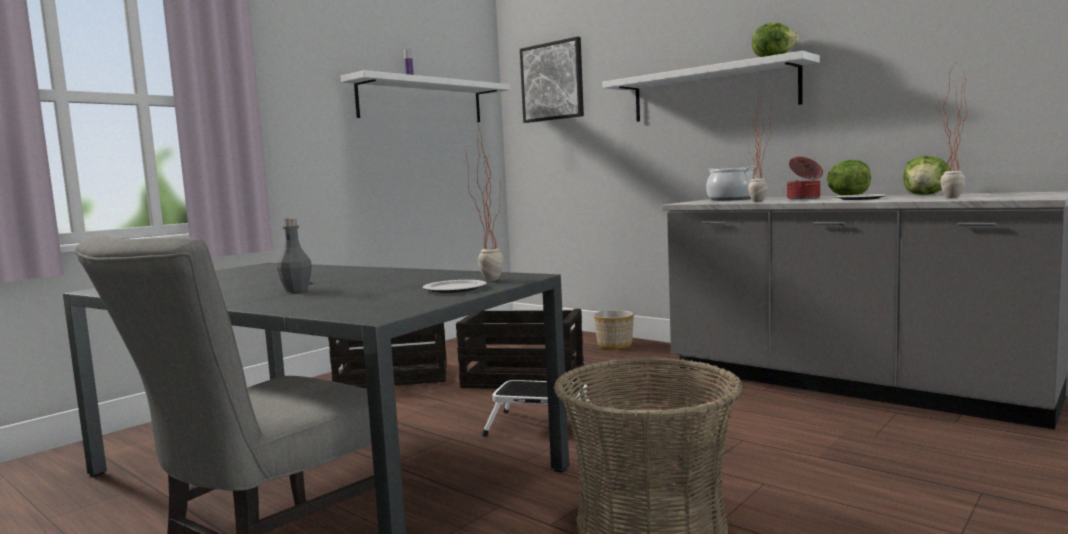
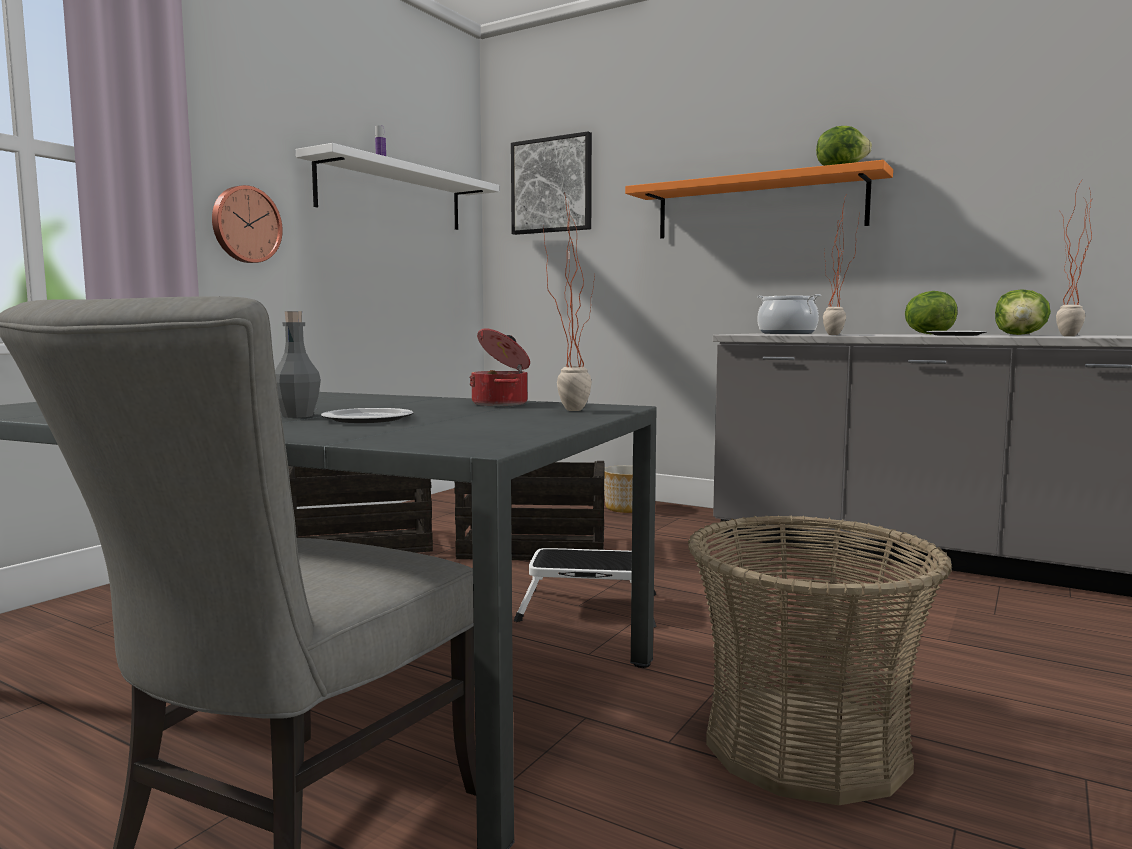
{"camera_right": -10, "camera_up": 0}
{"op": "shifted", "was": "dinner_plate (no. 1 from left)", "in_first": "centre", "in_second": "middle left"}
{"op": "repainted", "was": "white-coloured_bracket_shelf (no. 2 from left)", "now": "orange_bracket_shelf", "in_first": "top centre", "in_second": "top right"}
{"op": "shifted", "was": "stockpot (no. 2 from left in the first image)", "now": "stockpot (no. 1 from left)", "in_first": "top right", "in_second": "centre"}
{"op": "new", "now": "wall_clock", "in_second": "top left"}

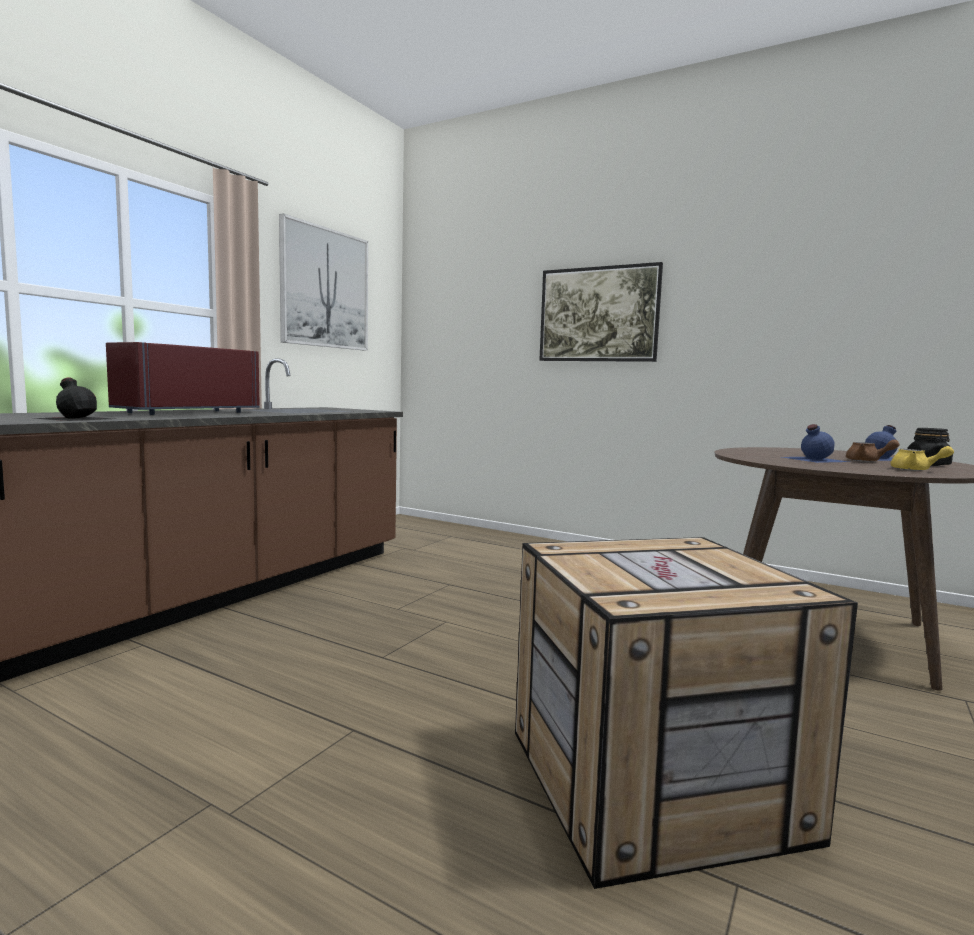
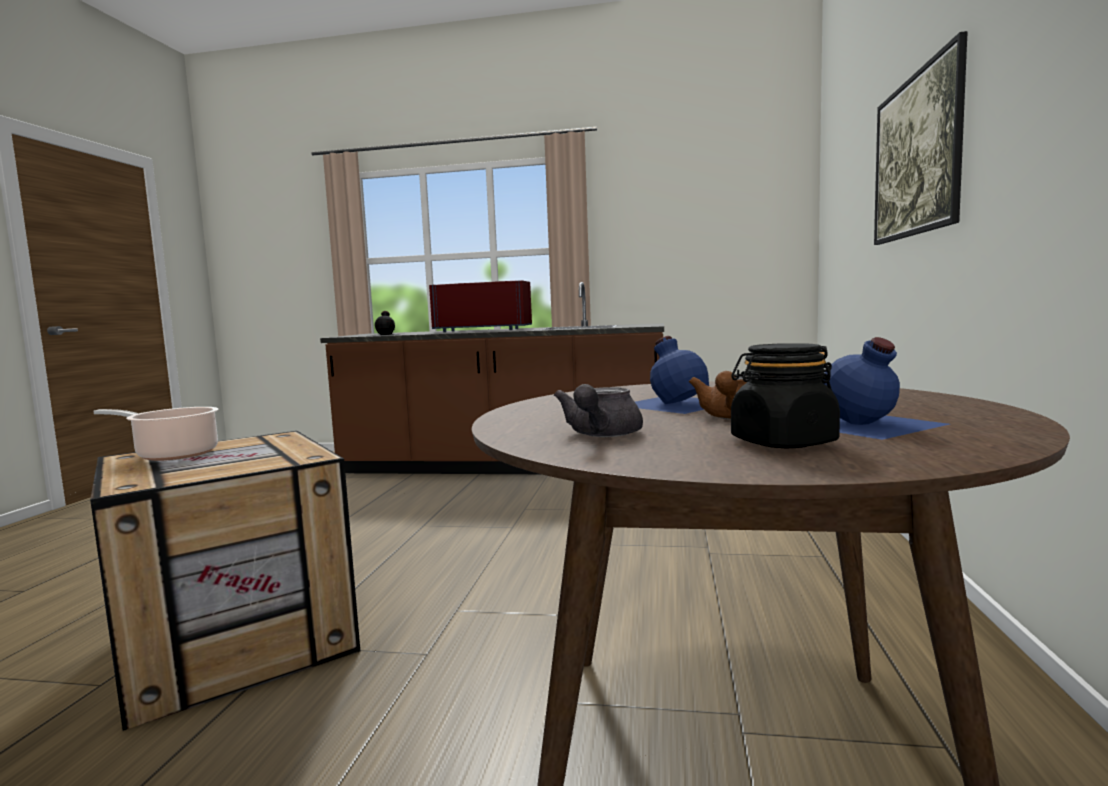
{"camera_right": 70, "camera_up": 0}
{"op": "gone", "was": "wall_art (no. 1 from left)", "in_first": "top left"}
{"op": "repainted", "was": "yellowish_tea_pot", "now": "grey_tea_pot", "in_first": "middle right", "in_second": "centre"}
{"op": "new", "now": "stockpot", "in_second": "middle left"}

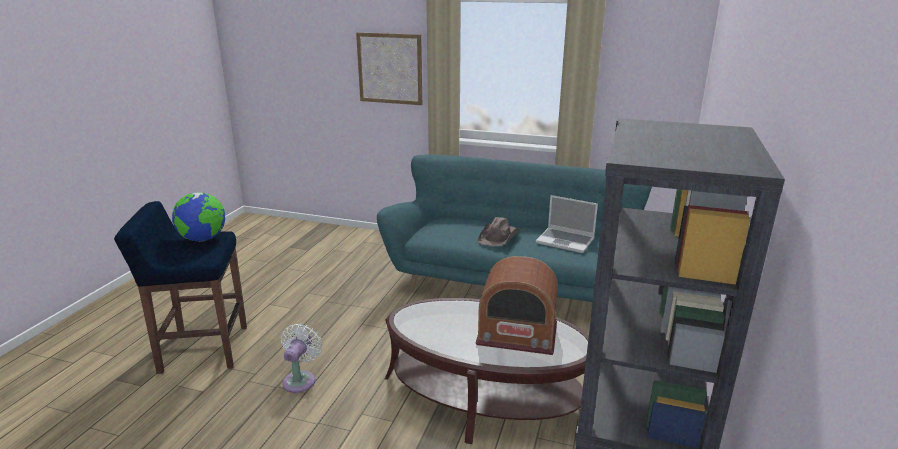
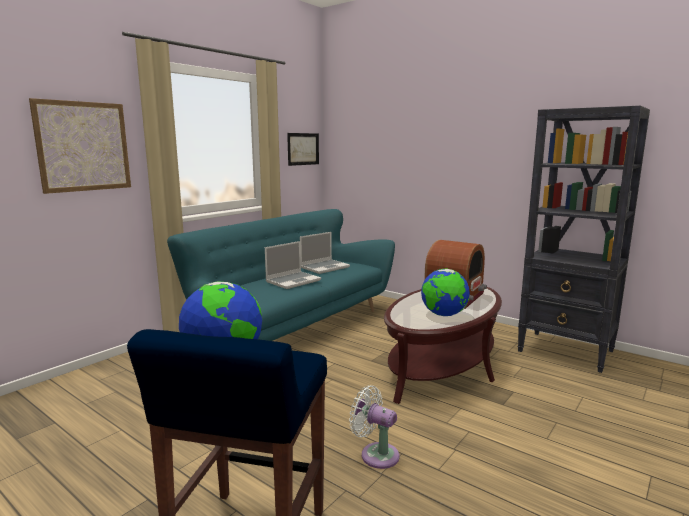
{"camera_right": -70, "camera_up": -10}
{"op": "swapped", "was": "brownish_hat", "now": "portable_computer (no. 1 from left)", "in_first": "centre", "in_second": "centre"}
{"op": "new", "now": "wall_art (no. 2 from left)", "in_second": "top centre"}
{"op": "new", "now": "world_globe (no. 2 from left)", "in_second": "centre"}

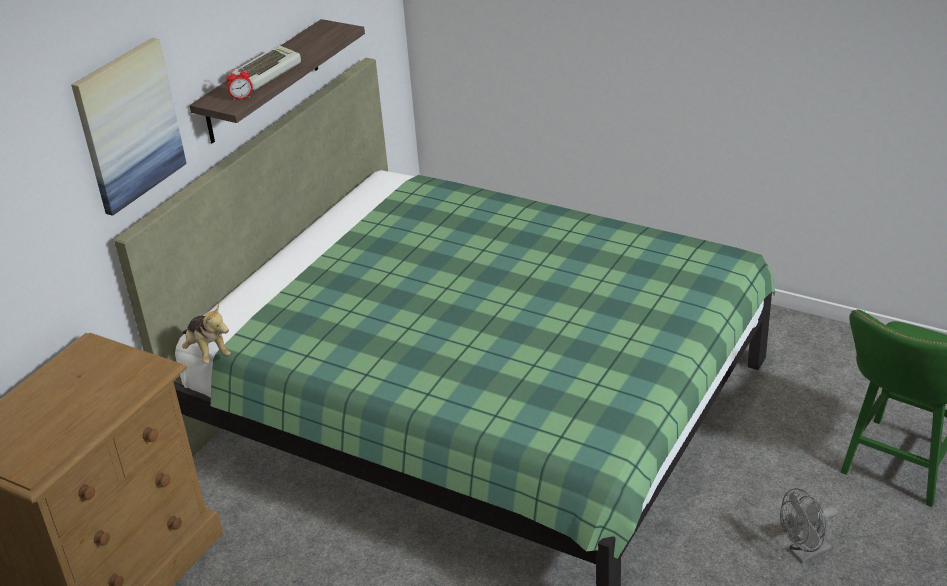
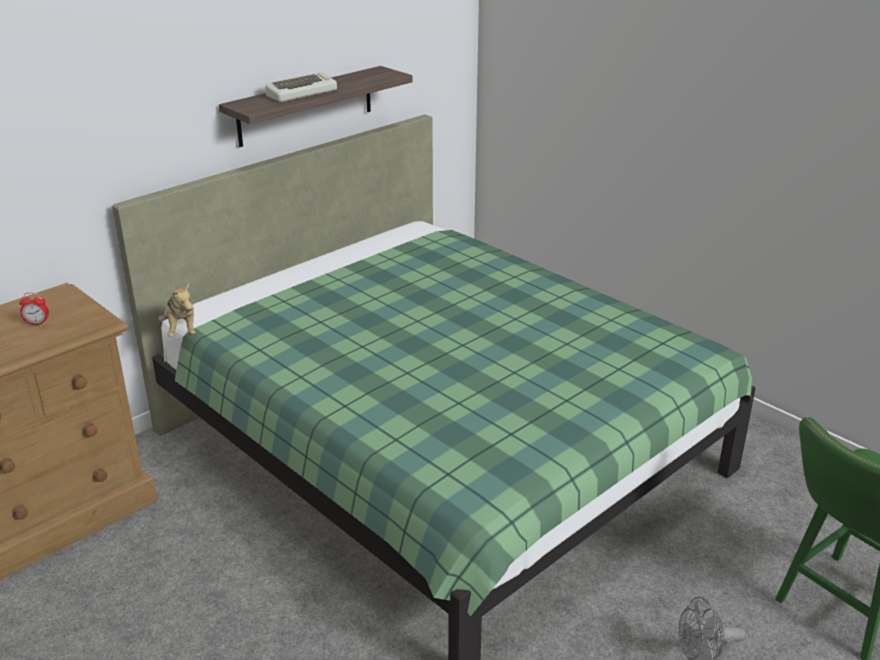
{"camera_right": 15, "camera_up": -5}
{"op": "gone", "was": "wall_art", "in_first": "top left"}
{"op": "shifted", "was": "table_clock", "in_first": "top left", "in_second": "middle left"}

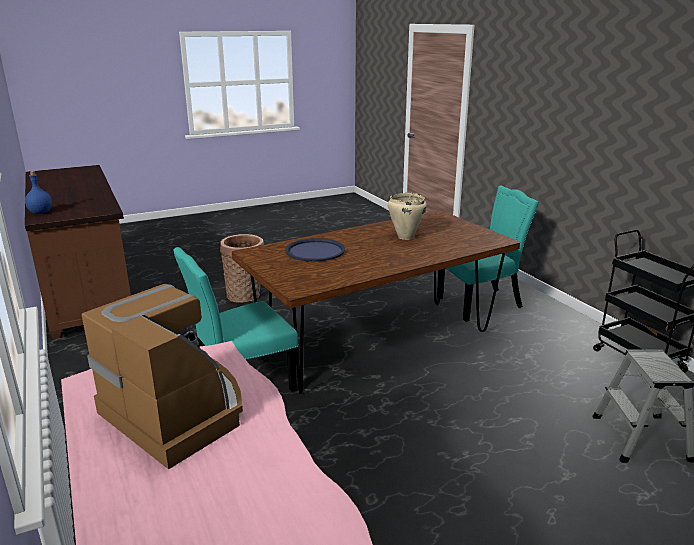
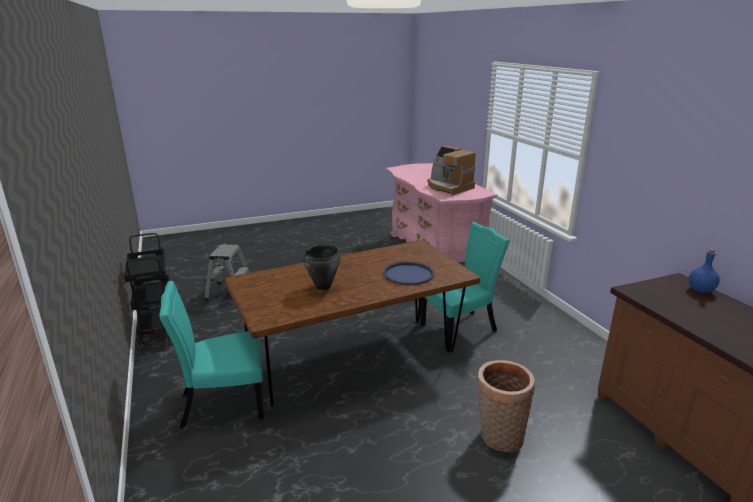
{"camera_right": -175, "camera_up": 0}
{"op": "repainted", "was": "sand-coloured_stockpot", "now": "black-coloured_stockpot", "in_first": "centre", "in_second": "centre"}

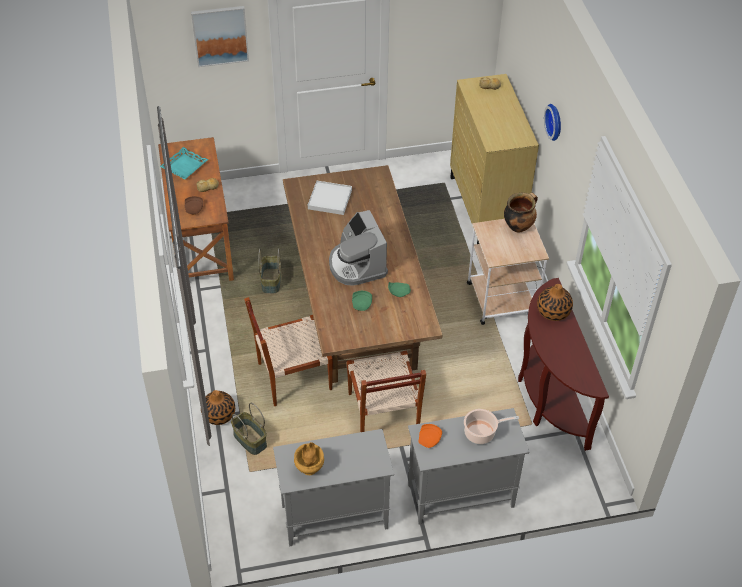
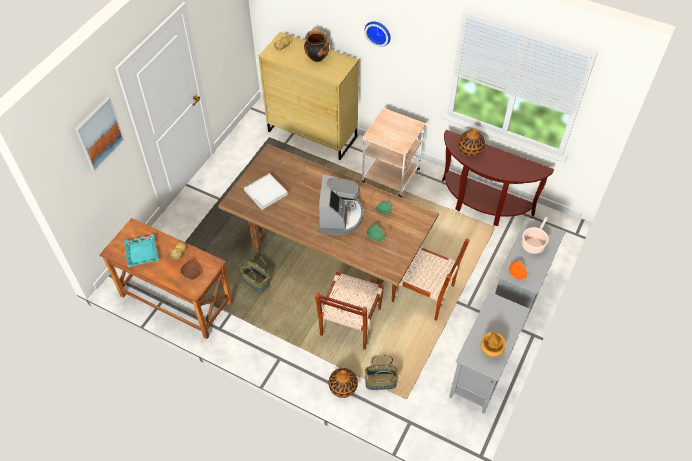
{"camera_right": -50, "camera_up": 5}
{"op": "rotated", "was": "coffee_brewer", "in_first": "centre", "in_second": "centre", "clockwise": -105}
{"op": "shifted", "was": "stockpot (no. 2 from left in the first image)", "now": "stockpot (no. 1 from left)", "in_first": "middle right", "in_second": "top centre"}

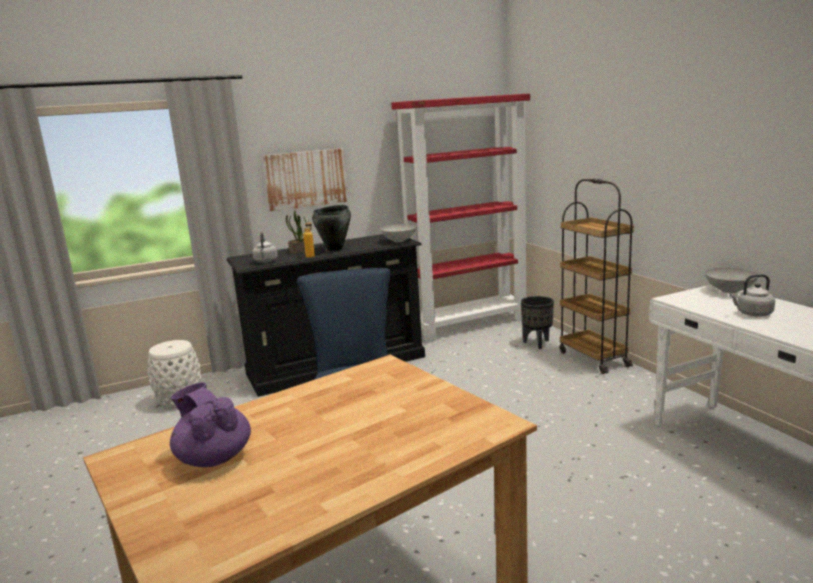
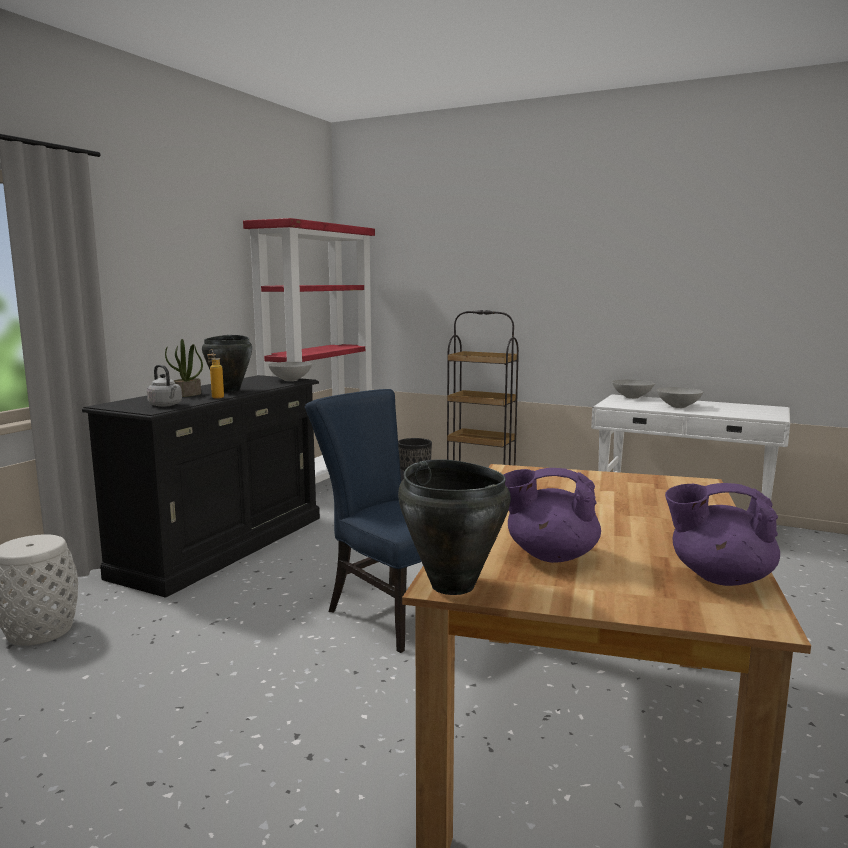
{"camera_right": -40, "camera_up": -5}
{"op": "gone", "was": "wall_art", "in_first": "top centre"}
{"op": "swapped", "was": "grey_water_kettle (no. 2 from left)", "now": "grey_serving_bowl (no. 3 from left)", "in_first": "middle right", "in_second": "middle right"}
{"op": "new", "now": "black-coloured_stockpot (no. 2 from left)", "in_second": "centre"}
{"op": "new", "now": "purple_tea_pot (no. 2 from left)", "in_second": "middle right"}

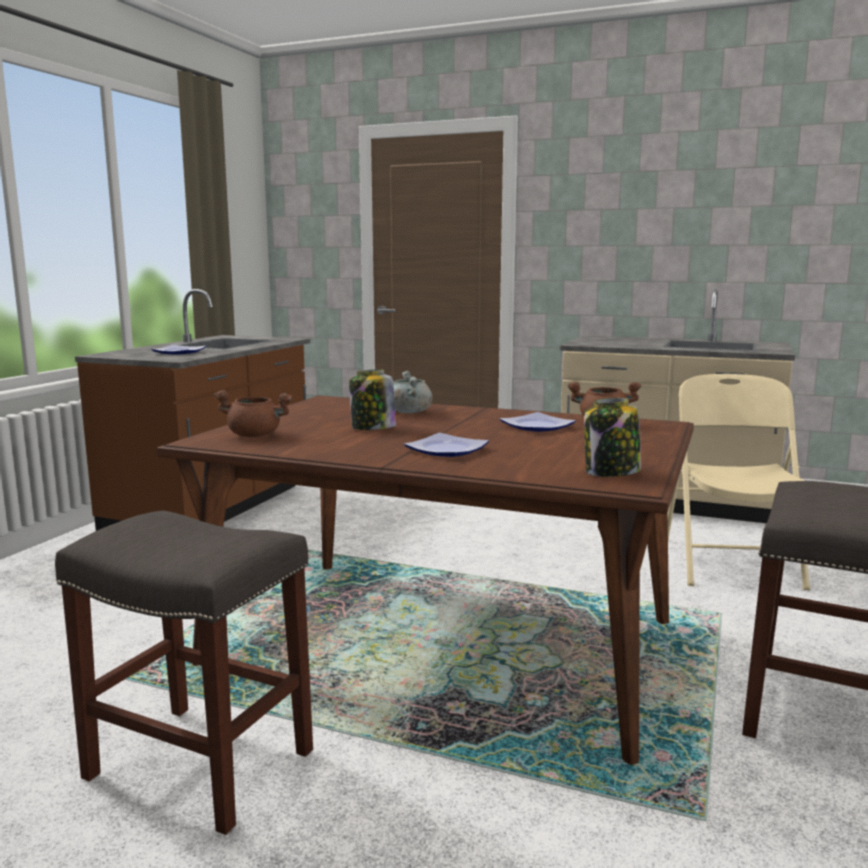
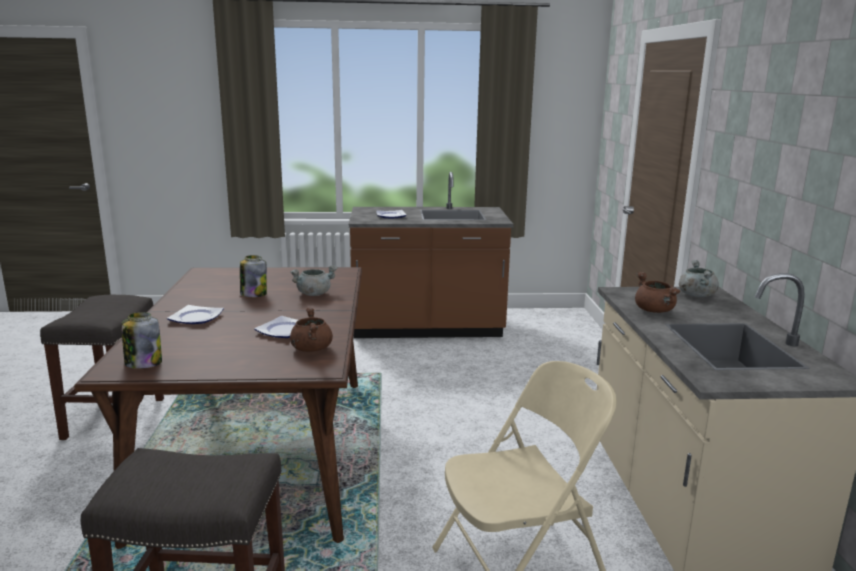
{"camera_right": 65, "camera_up": 5}
{"op": "shifted", "was": "brownish_stockpot (no. 1 from left in the first image)", "now": "brownish_stockpot (no. 2 from left)", "in_first": "middle left", "in_second": "middle right"}
{"op": "new", "now": "grey_stockpot (no. 2 from left)", "in_second": "middle right"}

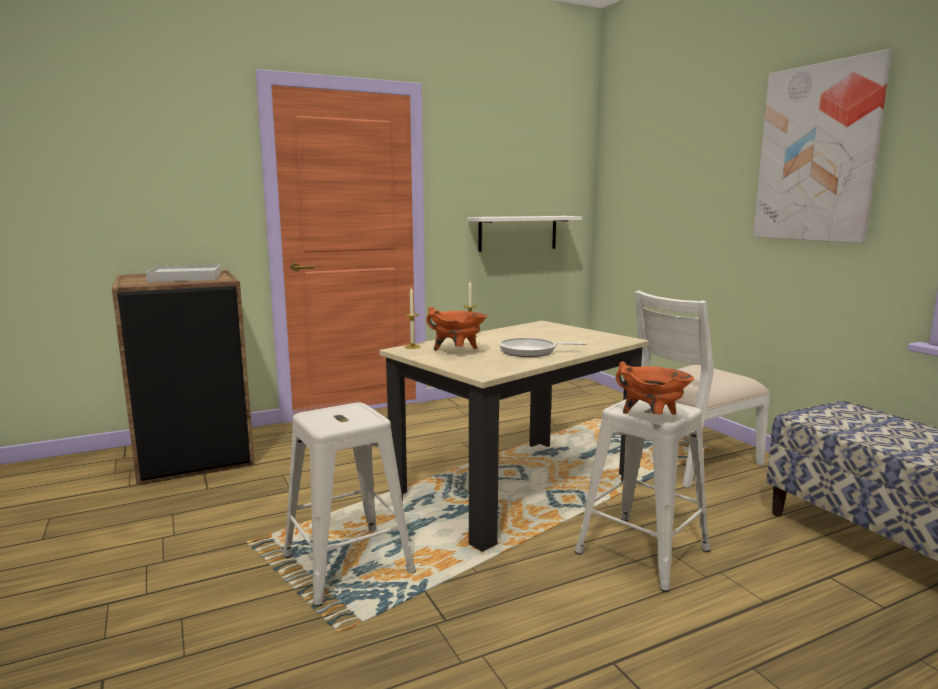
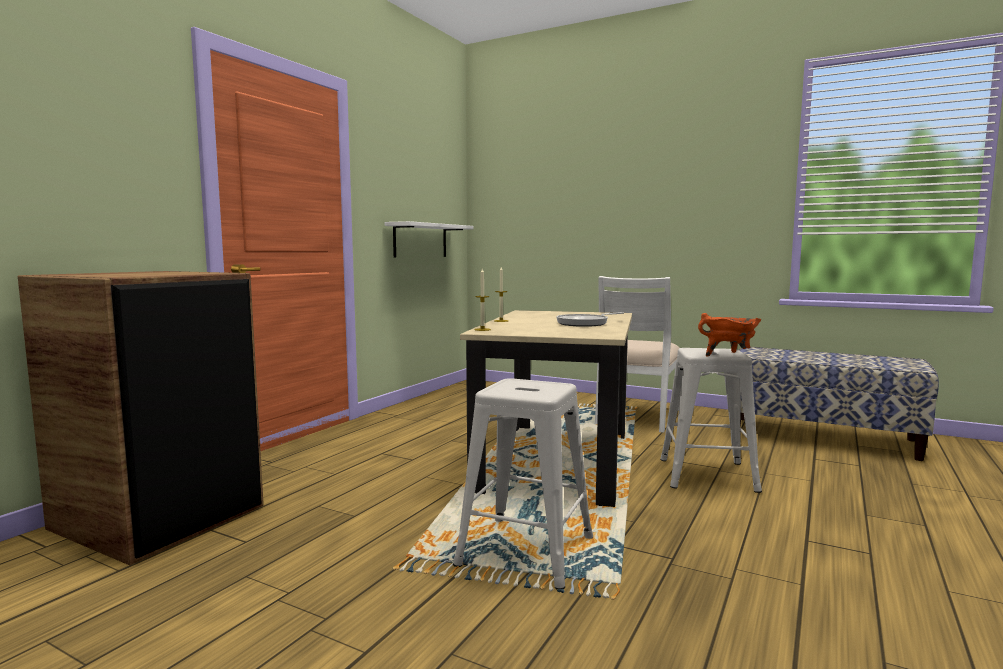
{"camera_right": -35, "camera_up": -5}
{"op": "gone", "was": "white-coloured_carrying_tray", "in_first": "middle left"}
{"op": "gone", "was": "orange_stockpot (no. 1 from left)", "in_first": "centre"}
{"op": "gone", "was": "wall_art", "in_first": "top right"}

